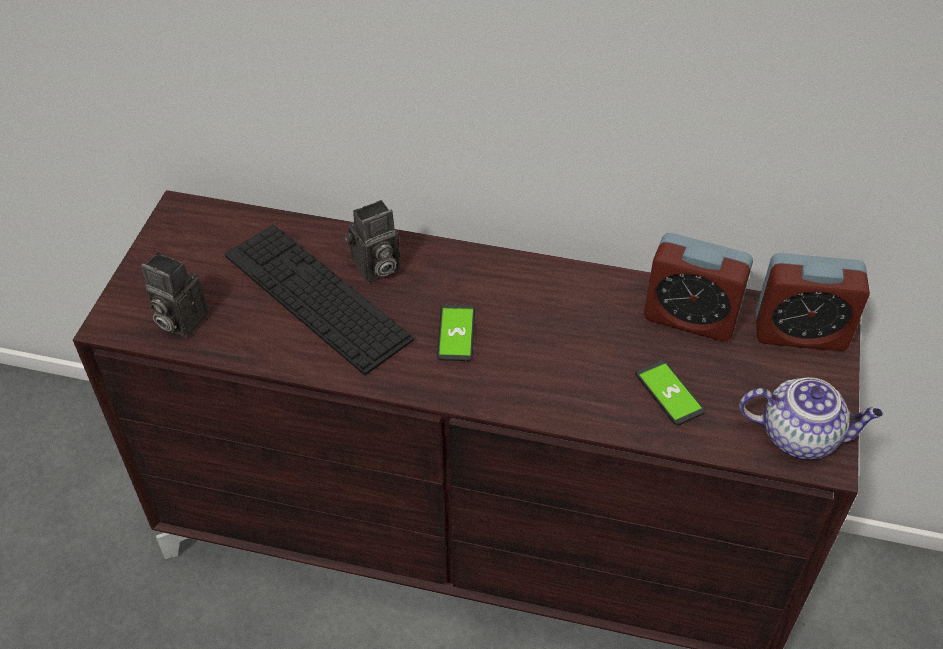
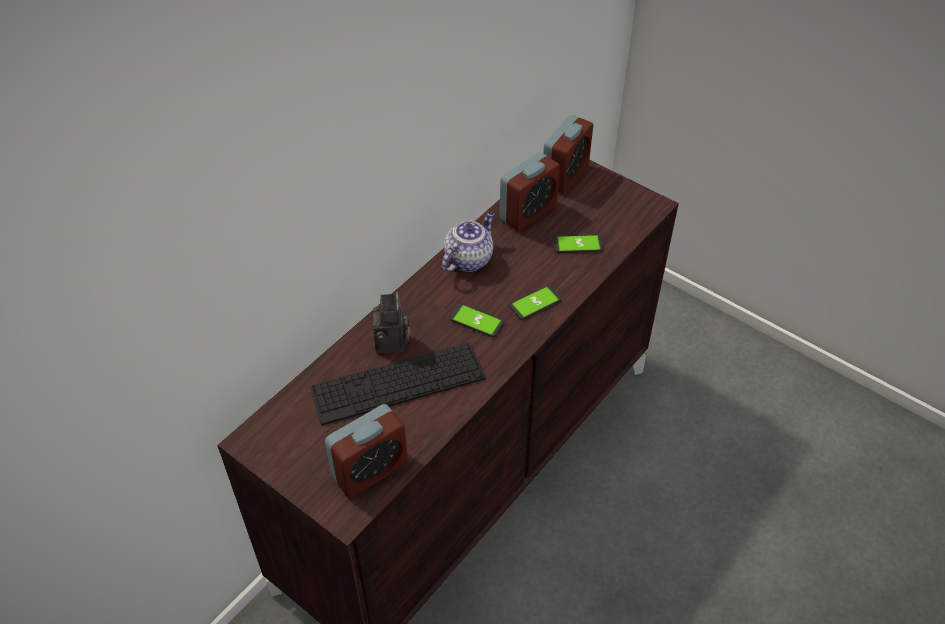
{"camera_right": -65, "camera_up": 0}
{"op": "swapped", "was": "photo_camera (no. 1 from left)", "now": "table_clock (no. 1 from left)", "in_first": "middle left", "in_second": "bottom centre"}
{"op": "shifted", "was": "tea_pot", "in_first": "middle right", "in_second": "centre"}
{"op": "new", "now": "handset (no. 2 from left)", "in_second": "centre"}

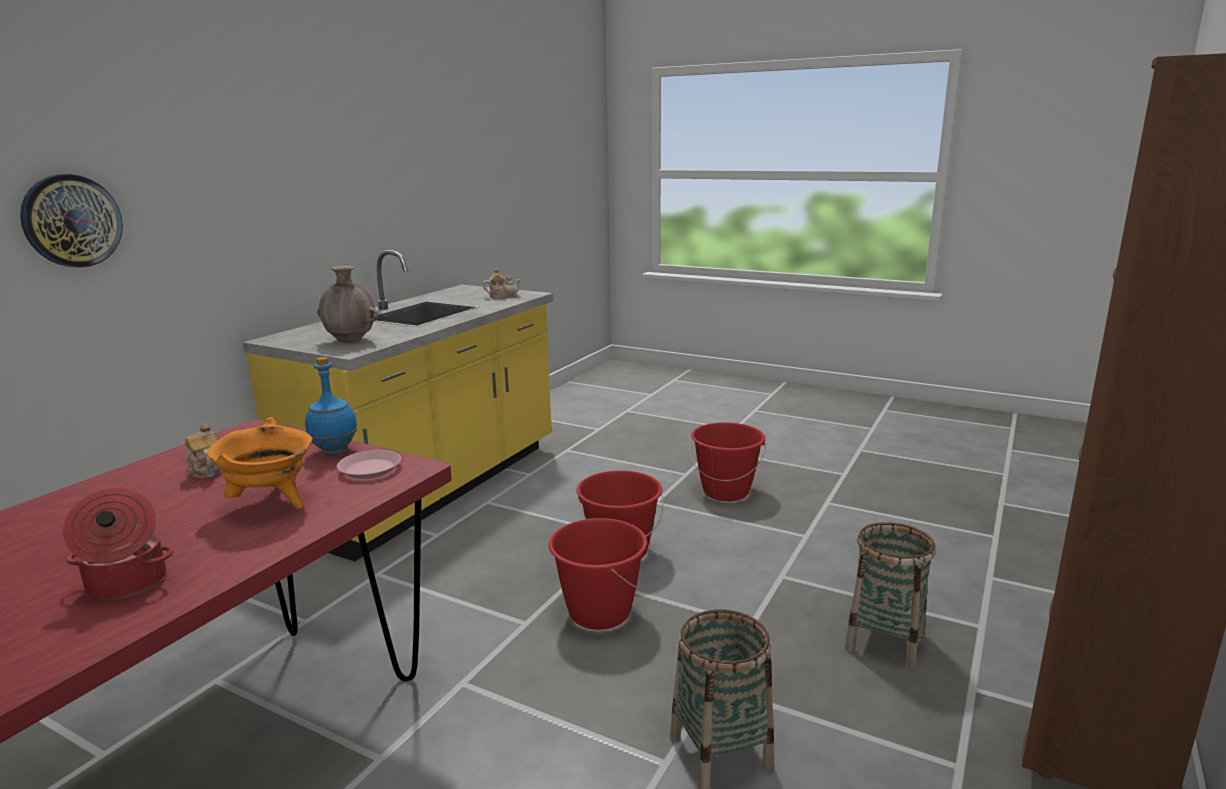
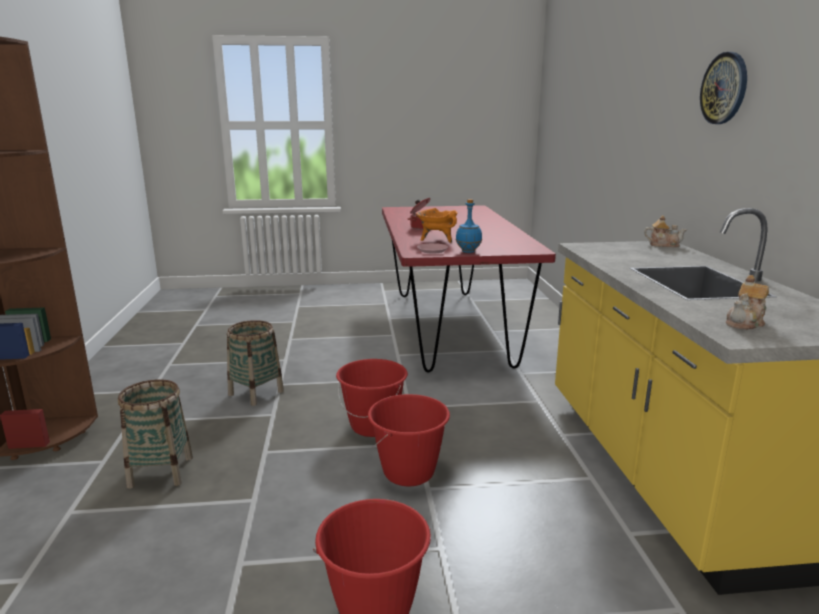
{"camera_right": 145, "camera_up": 0}
{"op": "shifted", "was": "wall_clock", "in_first": "top left", "in_second": "top right"}
{"op": "shifted", "was": "tea_pot (no. 1 from left)", "in_first": "middle left", "in_second": "middle right"}
{"op": "gone", "was": "brownish_decorative_vase", "in_first": "middle left"}

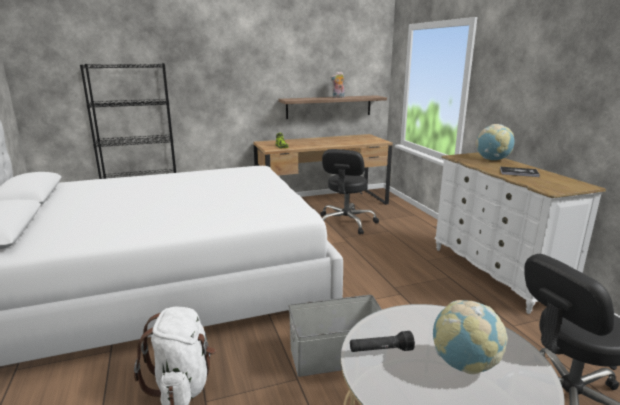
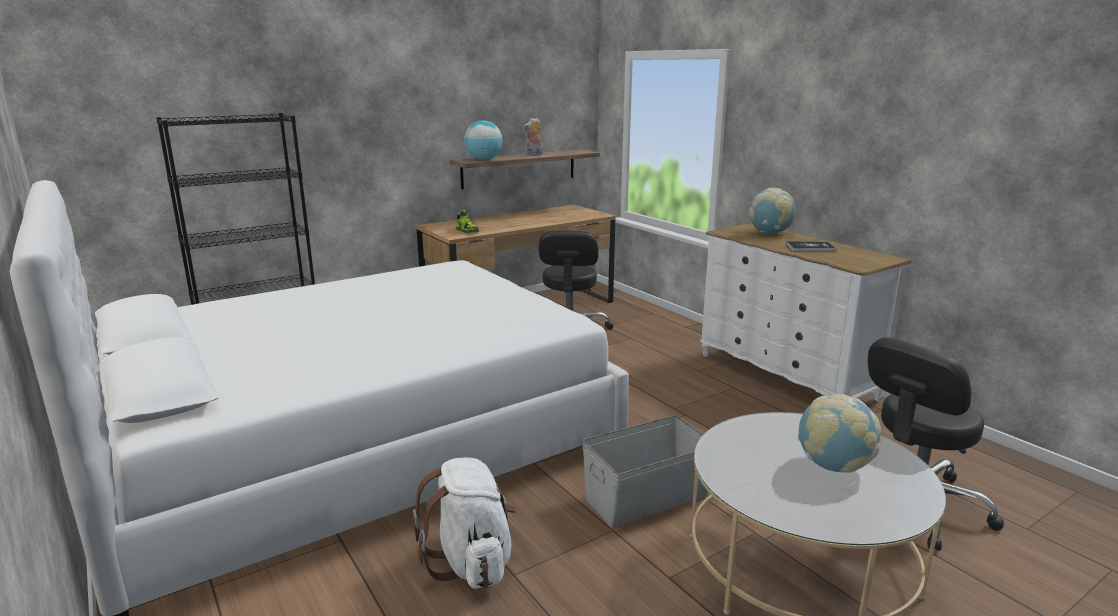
{"camera_right": -15, "camera_up": 0}
{"op": "gone", "was": "black-coloured_flashlight", "in_first": "bottom centre"}
{"op": "new", "now": "world_globe (no. 1 from left)", "in_second": "top centre"}

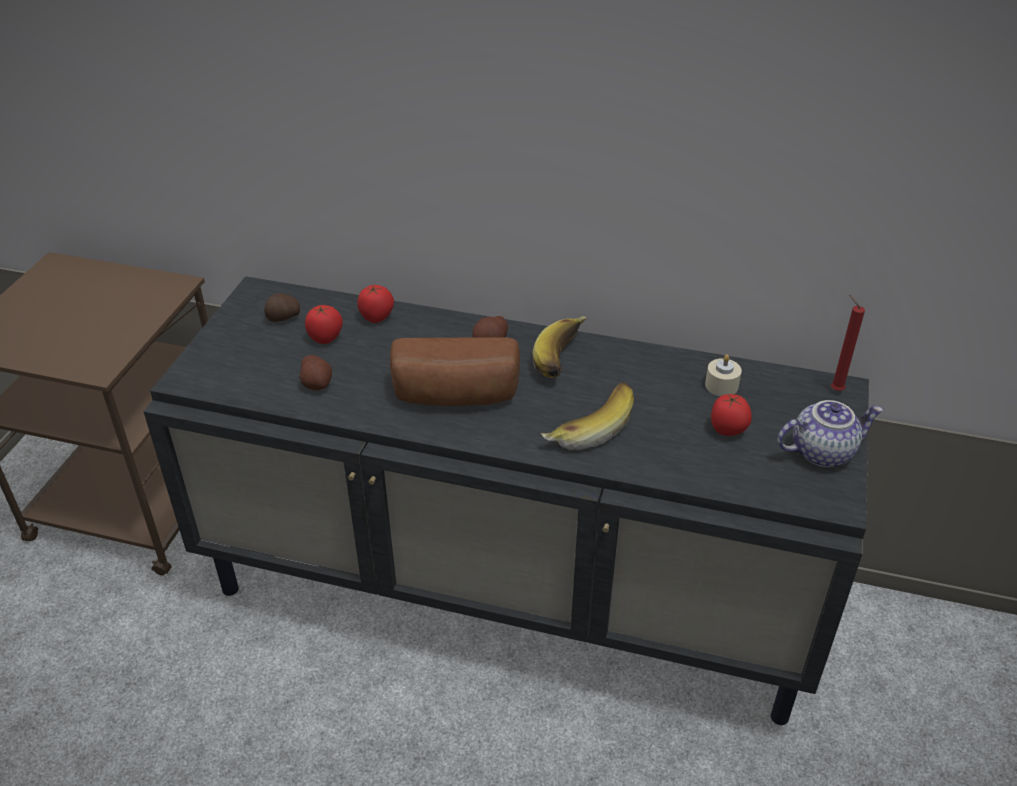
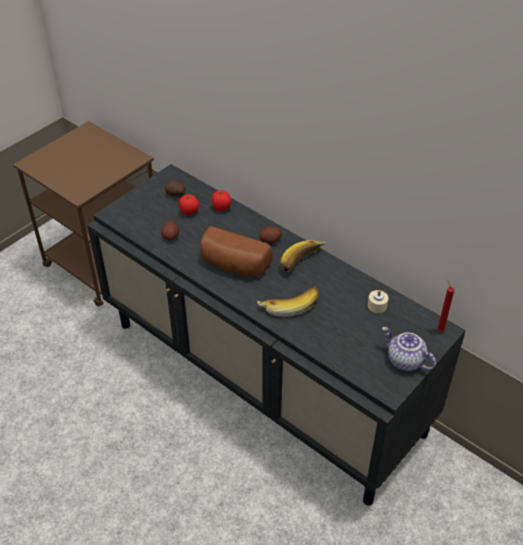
{"camera_right": 25, "camera_up": 5}
{"op": "gone", "was": "whole_tomato (no. 3 from left)", "in_first": "middle right"}
{"op": "rotated", "was": "tea_pot", "in_first": "middle right", "in_second": "middle right", "clockwise": -150}

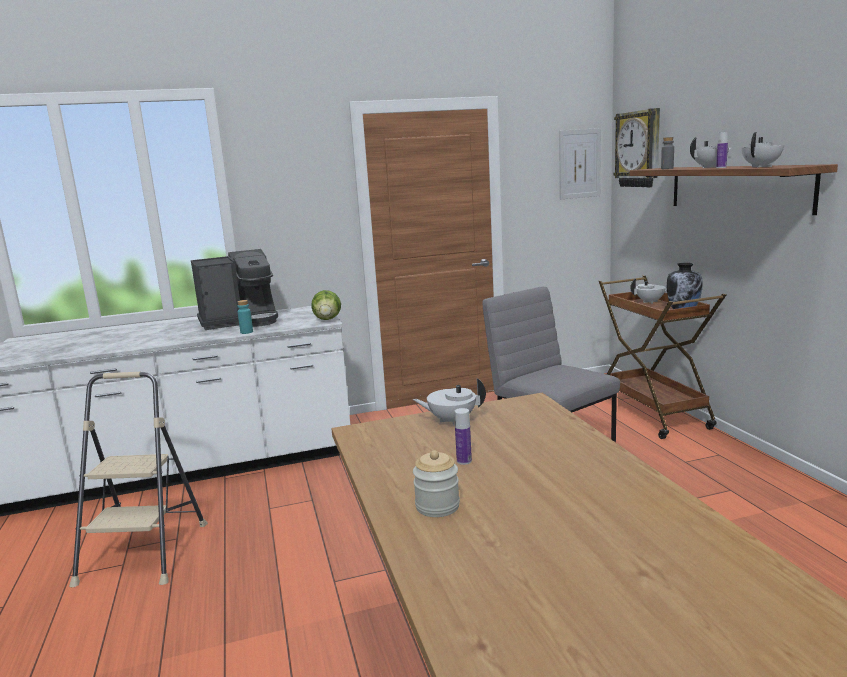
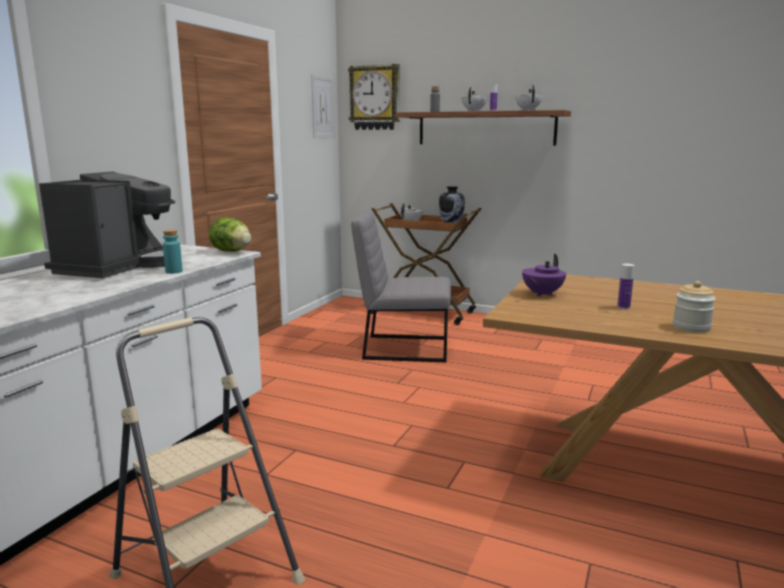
{"camera_right": -50, "camera_up": 0}
{"op": "repainted", "was": "white-coloured_tea_pot (no. 1 from left)", "now": "purple_tea_pot", "in_first": "centre", "in_second": "middle right"}

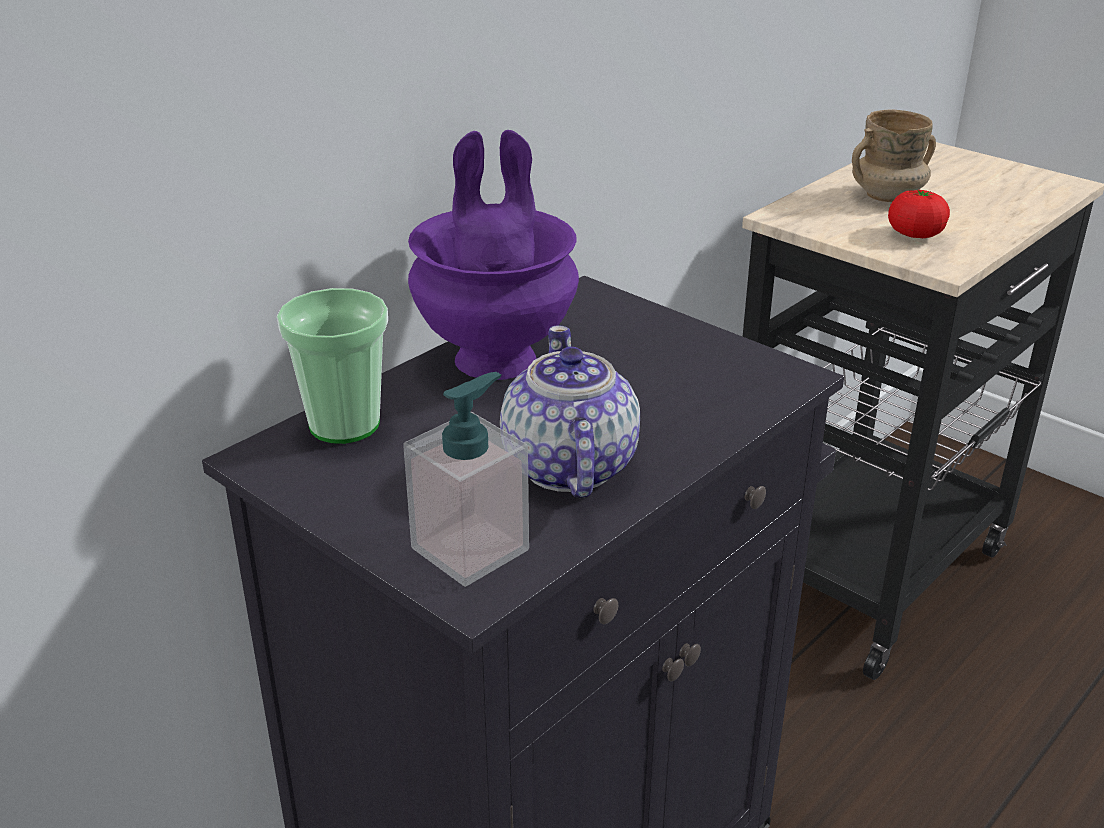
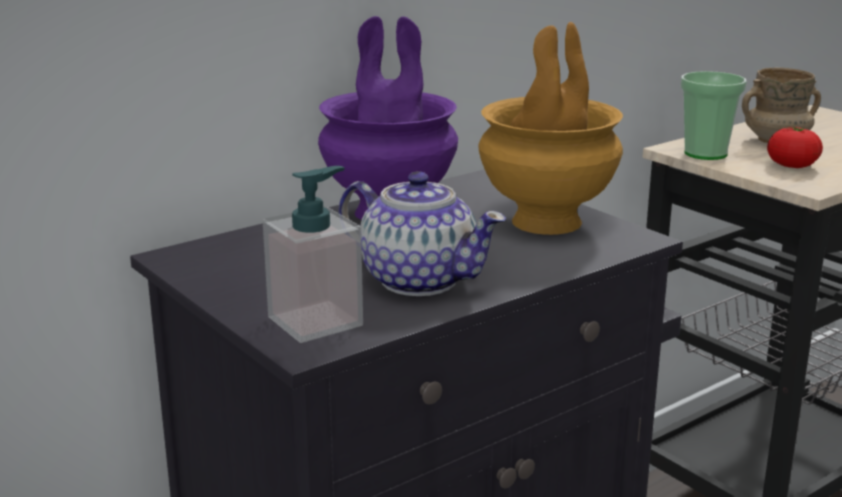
{"camera_right": 10, "camera_up": -10}
{"op": "shifted", "was": "drinking_cup", "in_first": "middle left", "in_second": "top right"}
{"op": "rotated", "was": "tea_pot", "in_first": "centre", "in_second": "centre", "clockwise": 120}
{"op": "new", "now": "brownish_decorative_vase", "in_second": "top centre"}

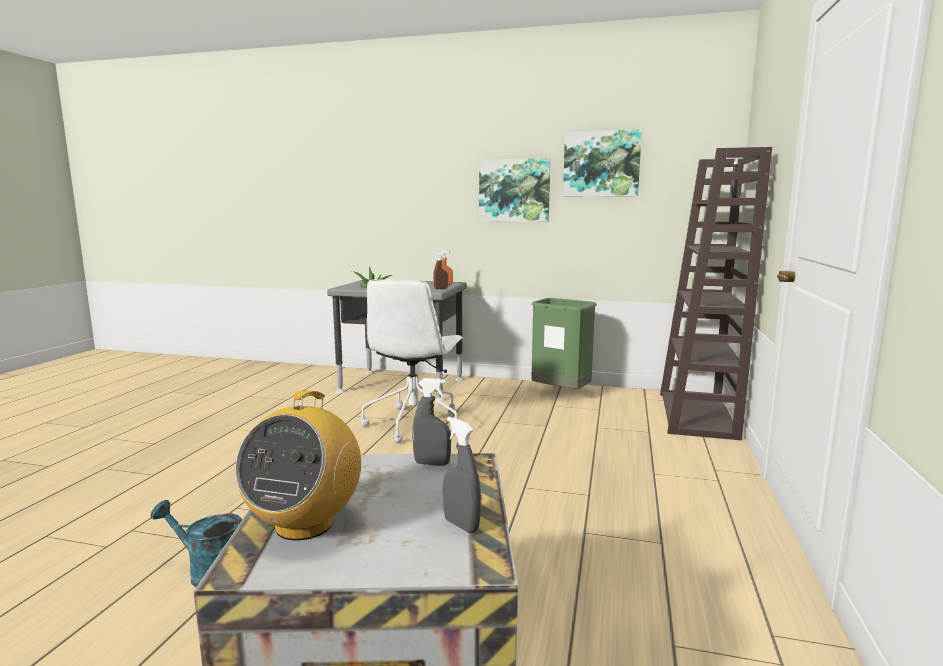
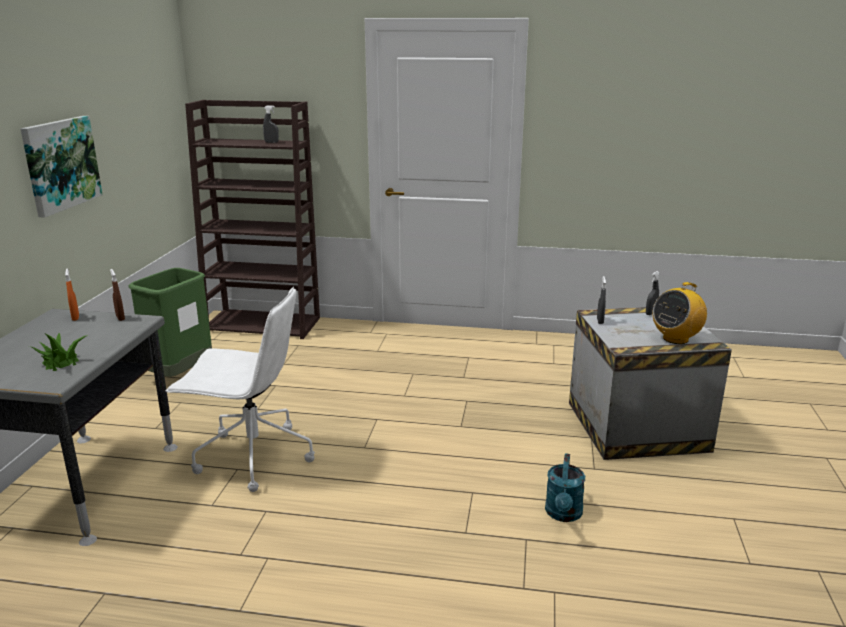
{"camera_right": -95, "camera_up": 10}
{"op": "rotated", "was": "radio", "in_first": "bottom left", "in_second": "middle right", "clockwise": 135}
{"op": "gone", "was": "wall_art (no. 2 from left)", "in_first": "top centre"}

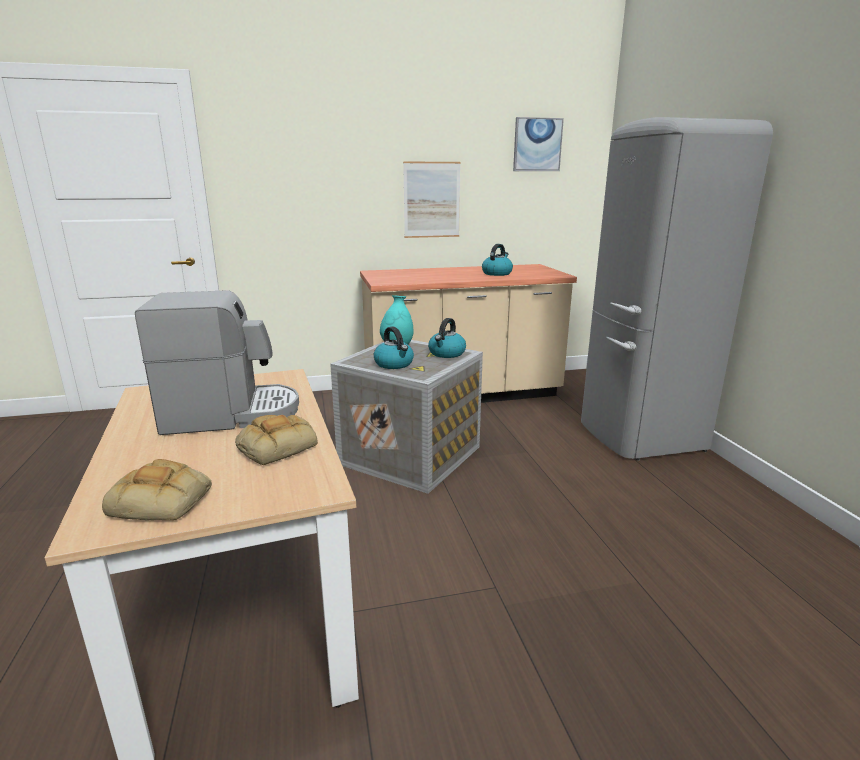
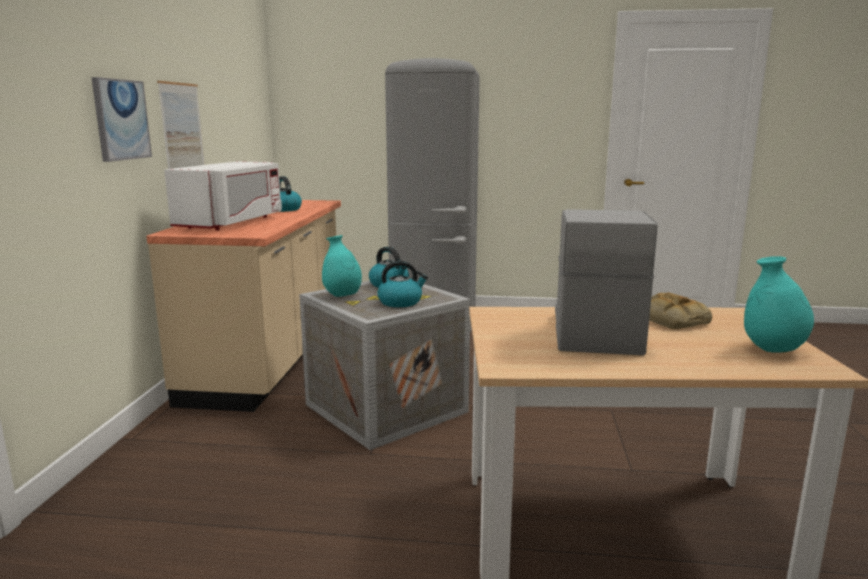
{"camera_right": -70, "camera_up": -5}
{"op": "swapped", "was": "baked_bread (no. 1 from left)", "now": "blue-green_decorative_vase (no. 2 from left)", "in_first": "middle left", "in_second": "middle right"}
{"op": "shifted", "was": "wall_art (no. 2 from left in the first image)", "now": "wall_art (no. 1 from left)", "in_first": "top centre", "in_second": "top left"}
{"op": "new", "now": "white-coloured_microwave_oven", "in_second": "middle left"}

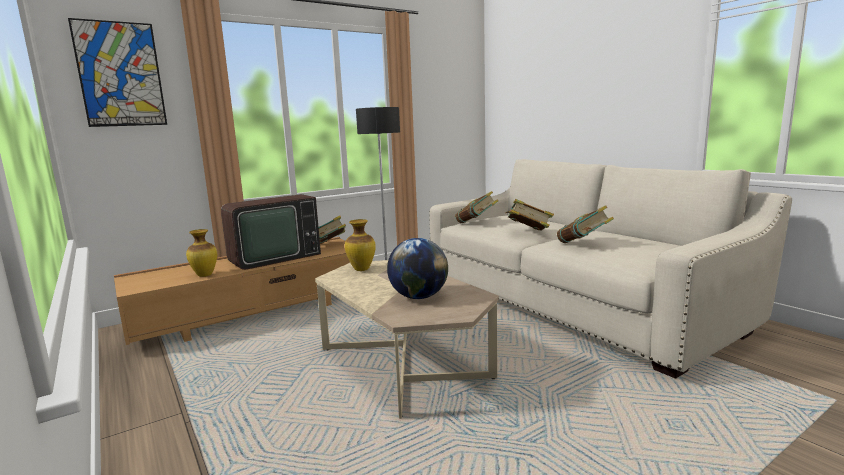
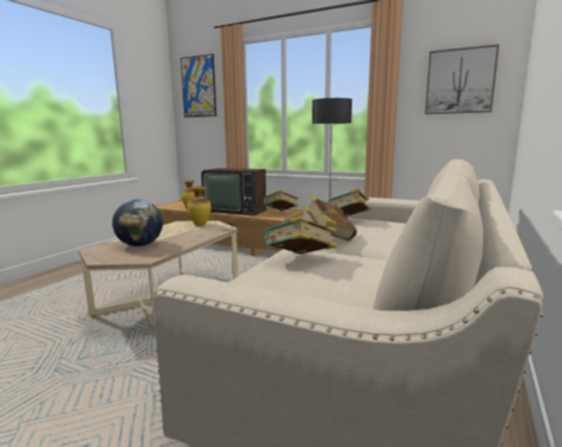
{"camera_right": 60, "camera_up": 0}
{"op": "new", "now": "wall_art (no. 2 from left)", "in_second": "top right"}

